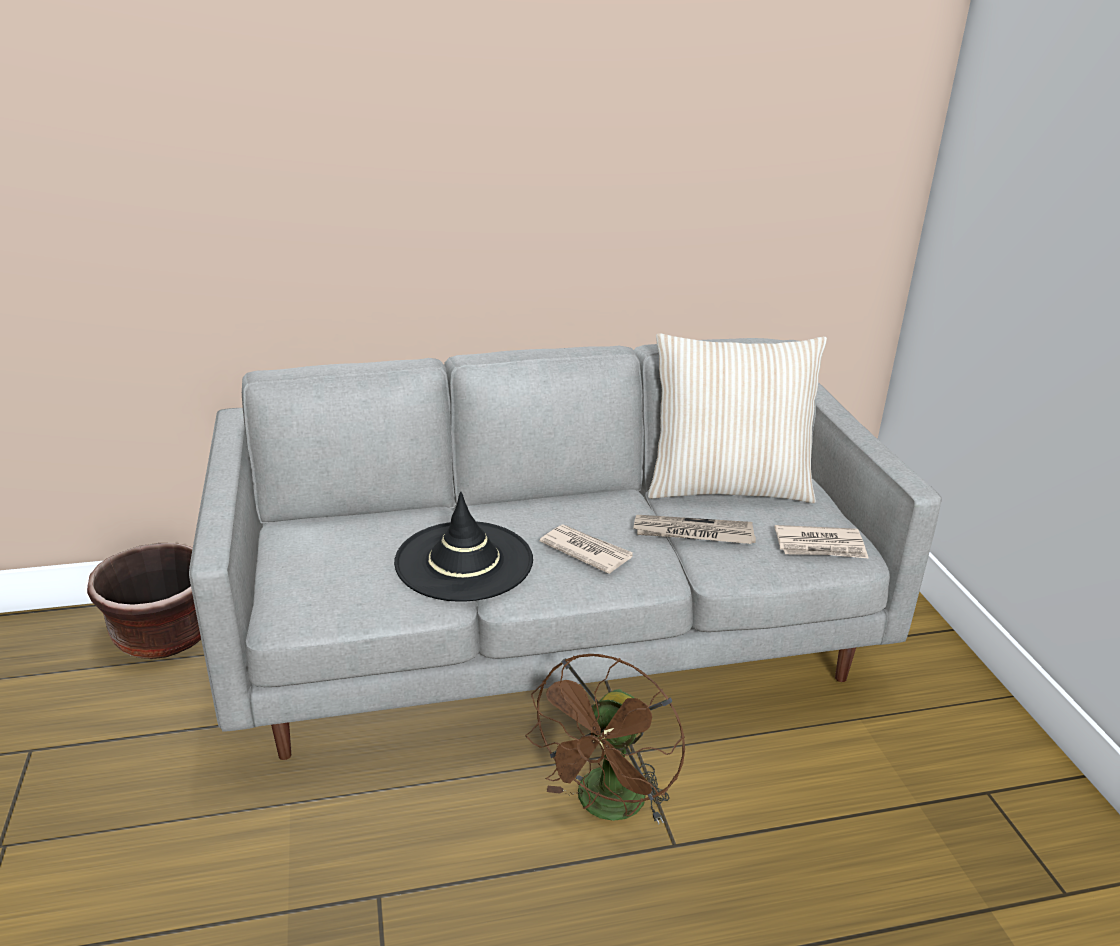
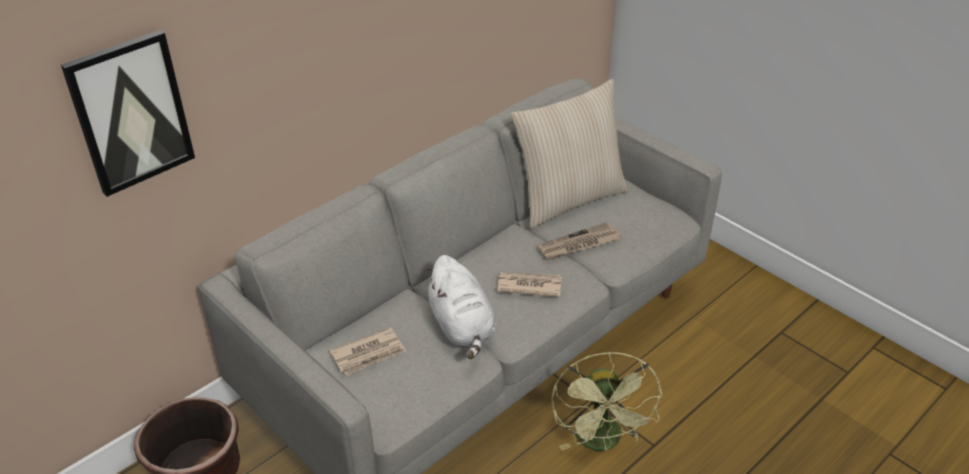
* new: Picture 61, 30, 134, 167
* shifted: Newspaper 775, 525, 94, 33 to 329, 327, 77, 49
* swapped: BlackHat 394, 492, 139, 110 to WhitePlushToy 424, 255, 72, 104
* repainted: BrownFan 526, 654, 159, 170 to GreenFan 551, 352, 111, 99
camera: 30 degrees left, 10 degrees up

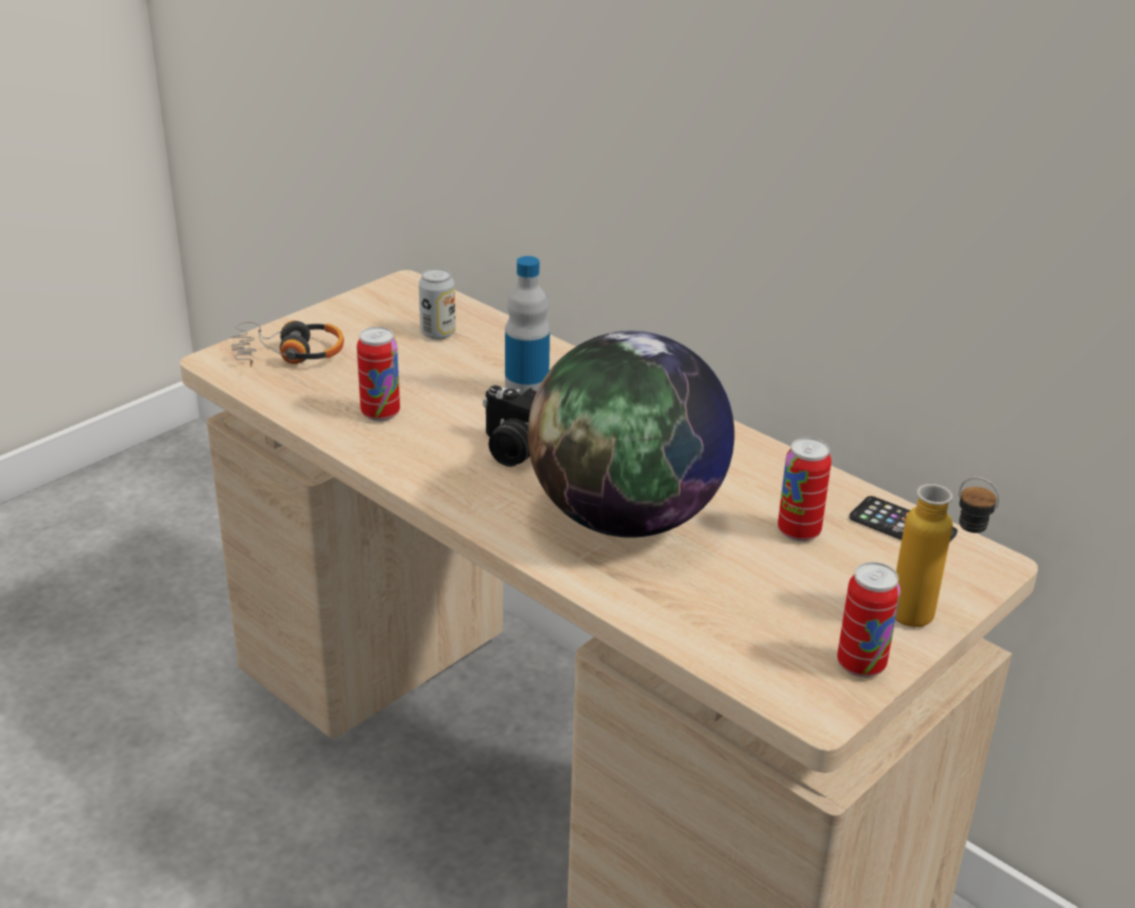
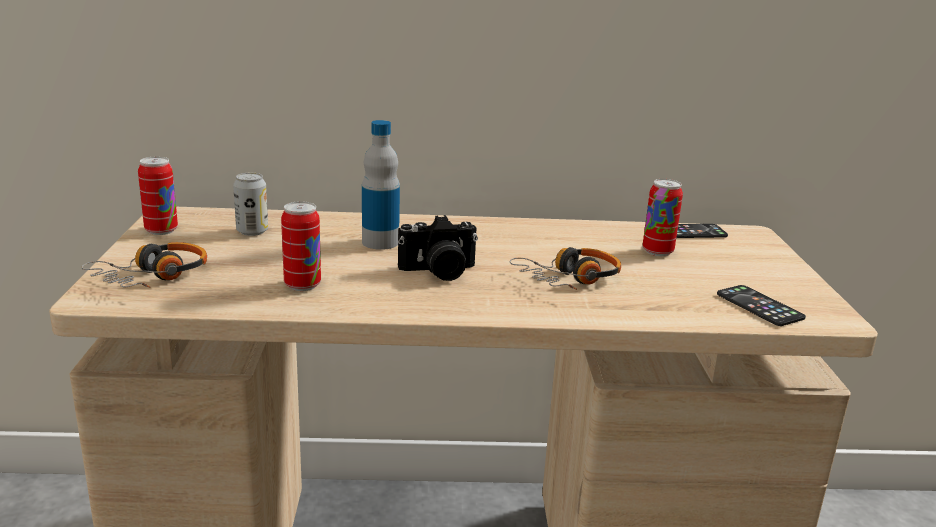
* gone: Bottle 895, 477, 105, 150
* new: Phone 717, 285, 89, 41
* shifted: Can 837, 562, 63, 116 to 138, 157, 40, 78
* swapped: Globe 528, 331, 206, 207 to Headphones 510, 247, 111, 43
camera: 45 degrees left, 10 degrees down

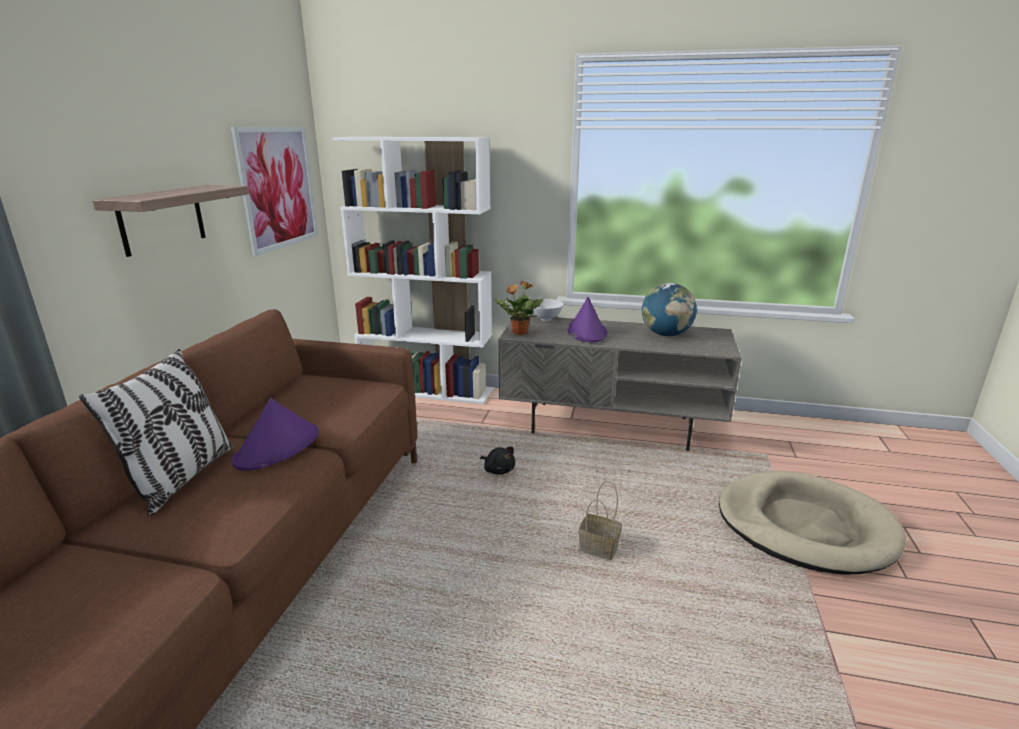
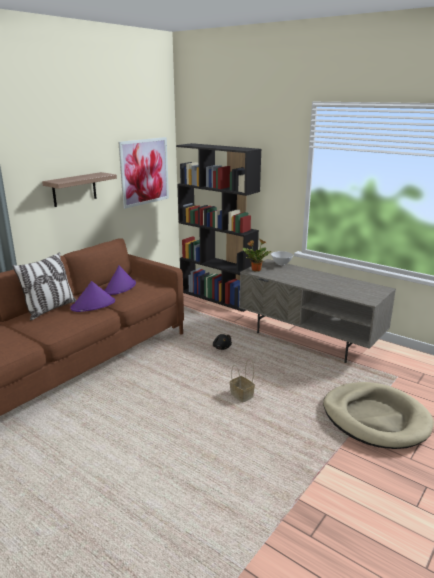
* gone: Globe 642, 283, 55, 53
* shifted: PurpleHat 568, 297, 39, 45 to 104, 265, 32, 30
* repainted: WhiteBookcase 333, 137, 160, 267 to BlackBookcase 176, 143, 86, 169
camera: 25 degrees right, 0 degrees up

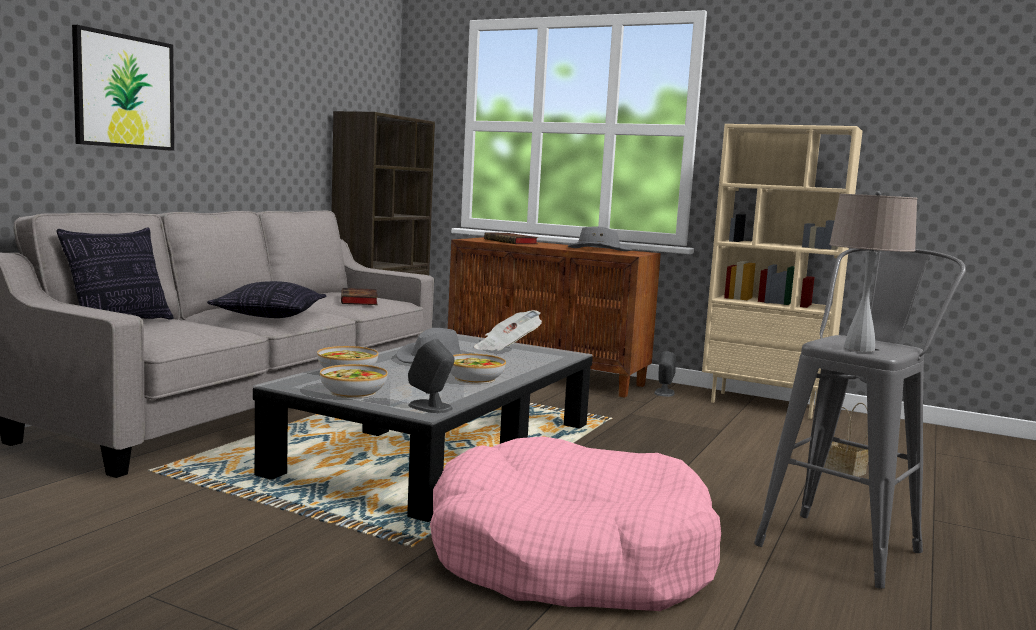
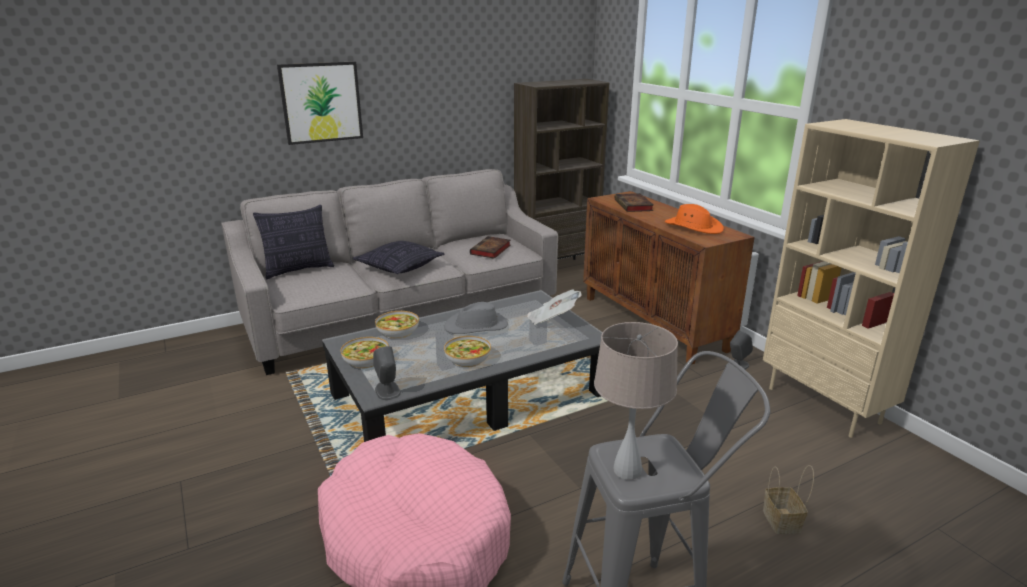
* repainted: GreyHat 568, 226, 64, 25 to OrangeHat 665, 204, 59, 30
camera: 35 degrees right, 15 degrees up

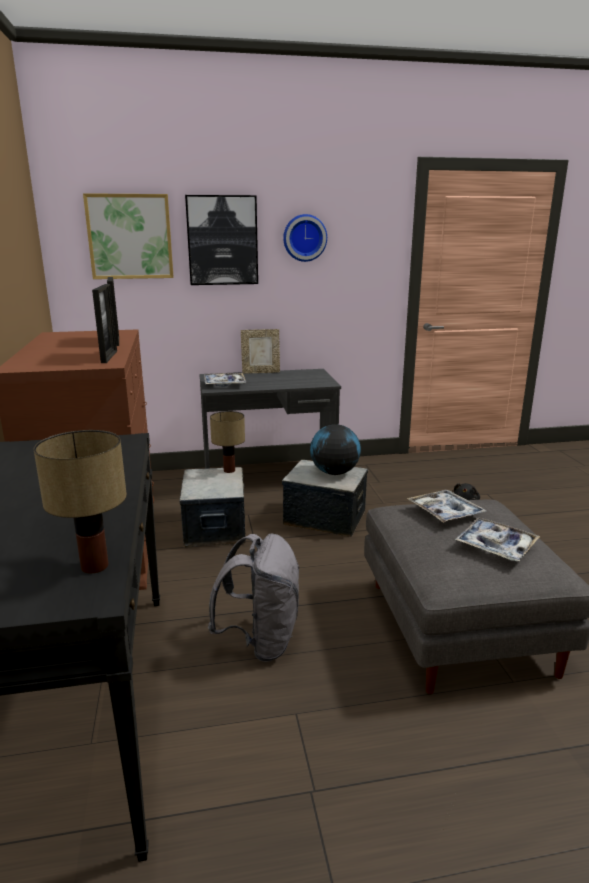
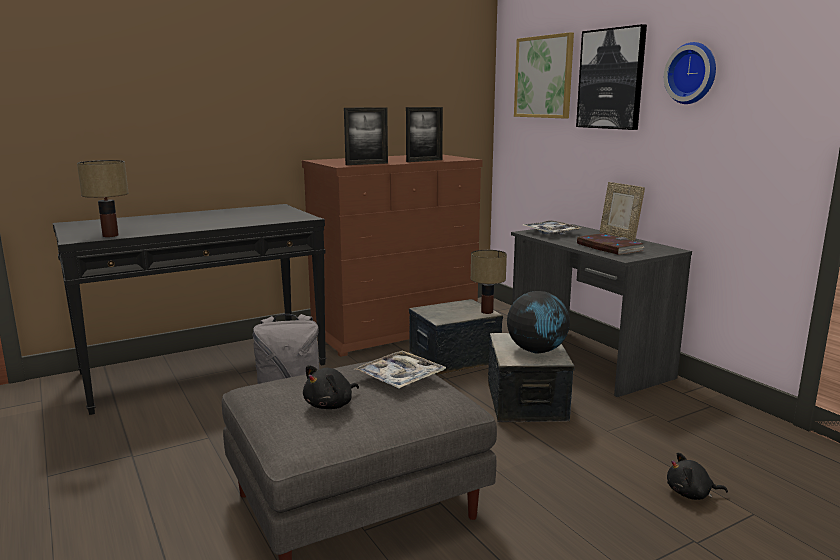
* new: Book 577, 234, 67, 21
* swapped: Tray 455, 518, 85, 43 to BlackPlushToy 303, 365, 56, 44
camera: 70 degrees right, 5 degrees down

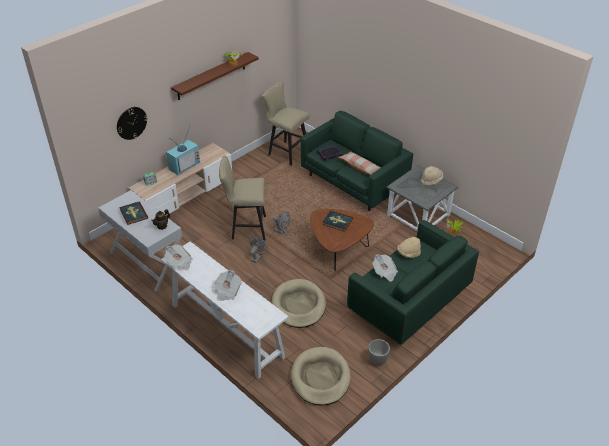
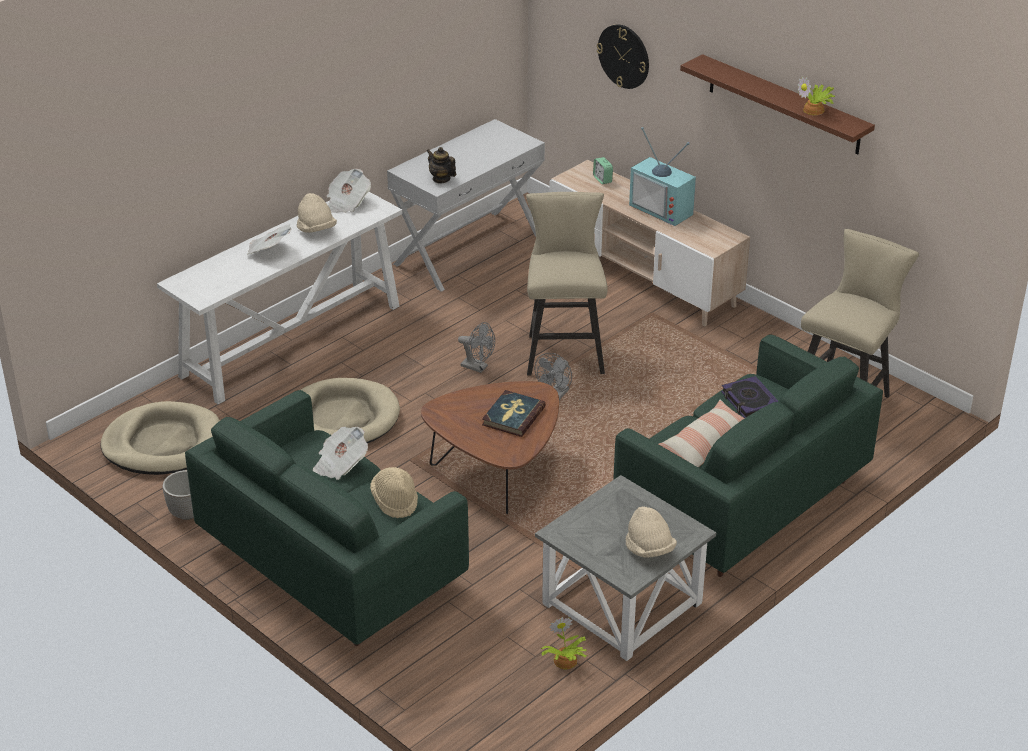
* gone: Book 119, 201, 29, 24
* new: BeigeHat 297, 193, 40, 40
camera: 90 degrees right, 5 degrees down

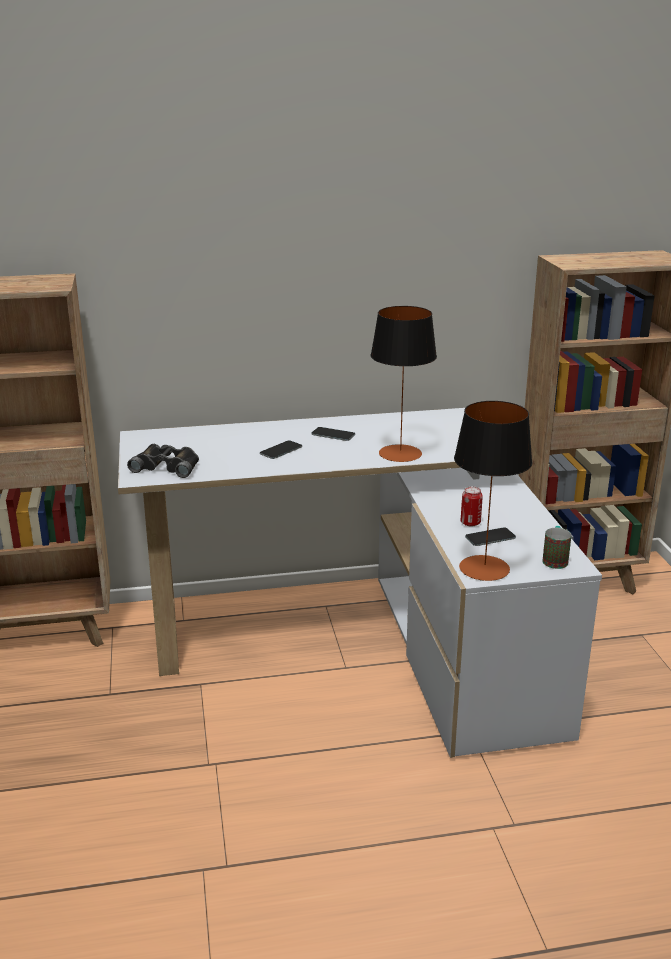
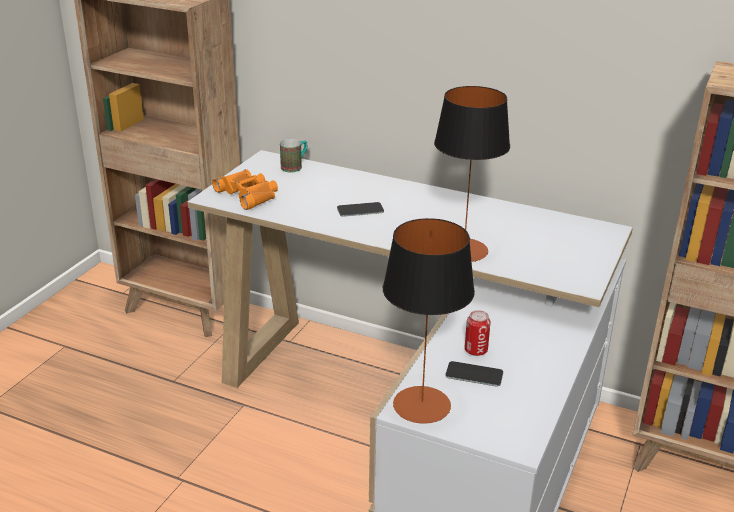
* gone: Phone 311, 427, 44, 14
* shifted: Mug 542, 526, 29, 43 to 280, 139, 28, 33
* repainted: BlackBinoculars 127, 444, 72, 34 to OrangeBinoculars 212, 169, 66, 41
camera: 35 degrees right, 5 degrees up

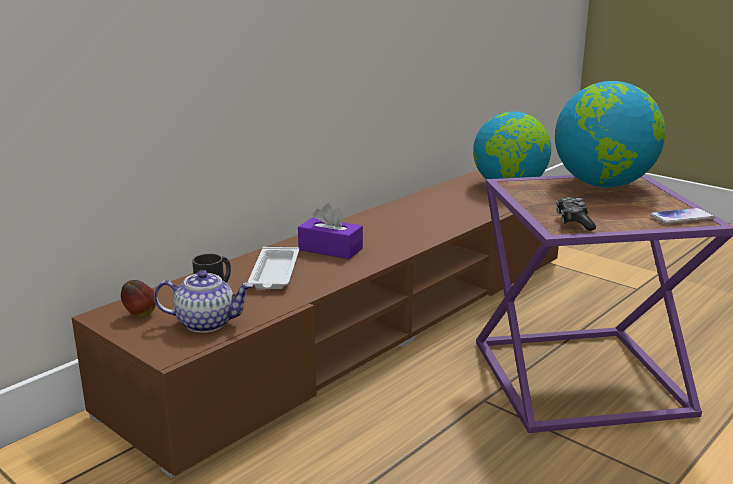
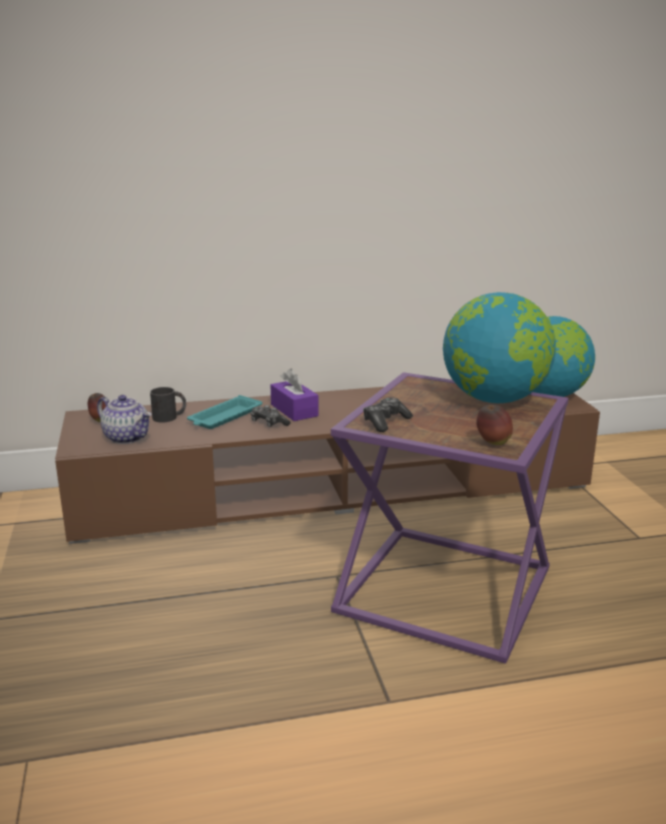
* new: GameController 251, 405, 39, 22
* swapped: Phone 650, 208, 65, 16 to Apple 476, 405, 37, 40
* repainted: WhiteTray 248, 247, 51, 42 to TurquoiseTray 187, 395, 75, 34
camera: 35 degrees right, 0 degrees up

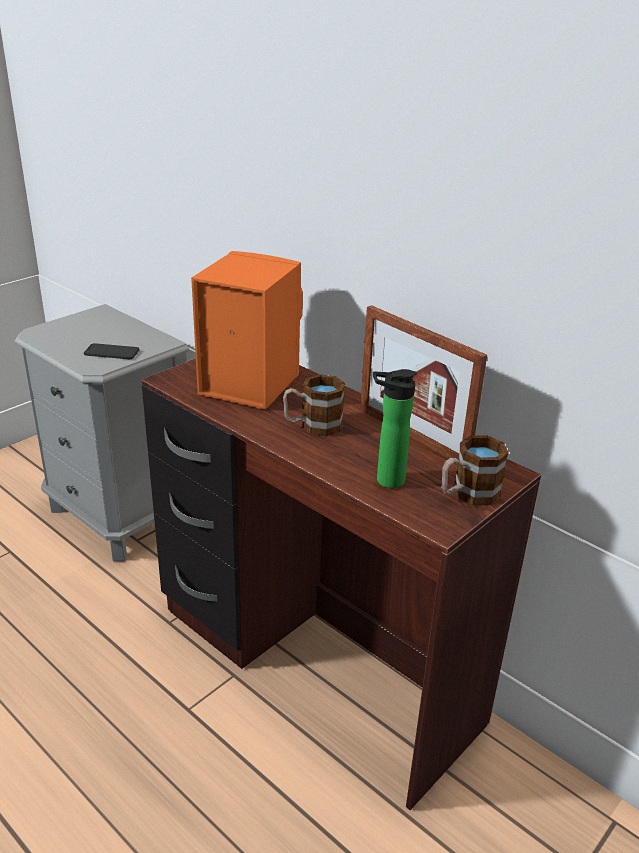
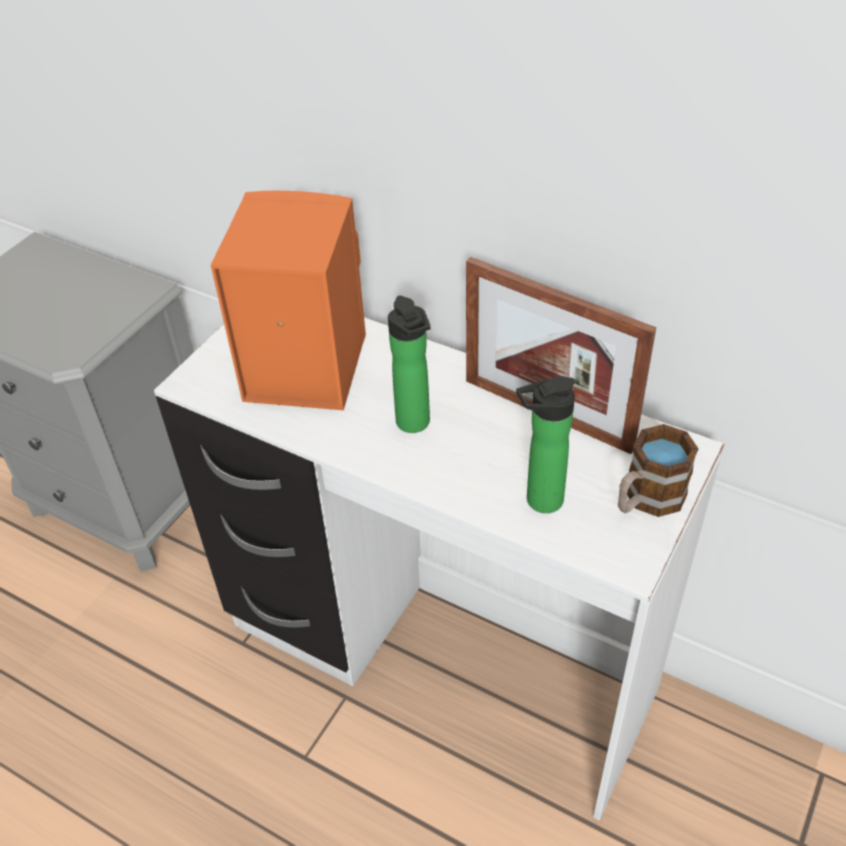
* gone: Phone 84, 343, 55, 16
* swapped: Mug 283, 374, 62, 63 to Bottle 388, 296, 42, 137
* repainted: BrownDesk 141, 358, 400, 452 to WhiteDesk 154, 317, 570, 503
camera: 10 degrees left, 15 degrees up

